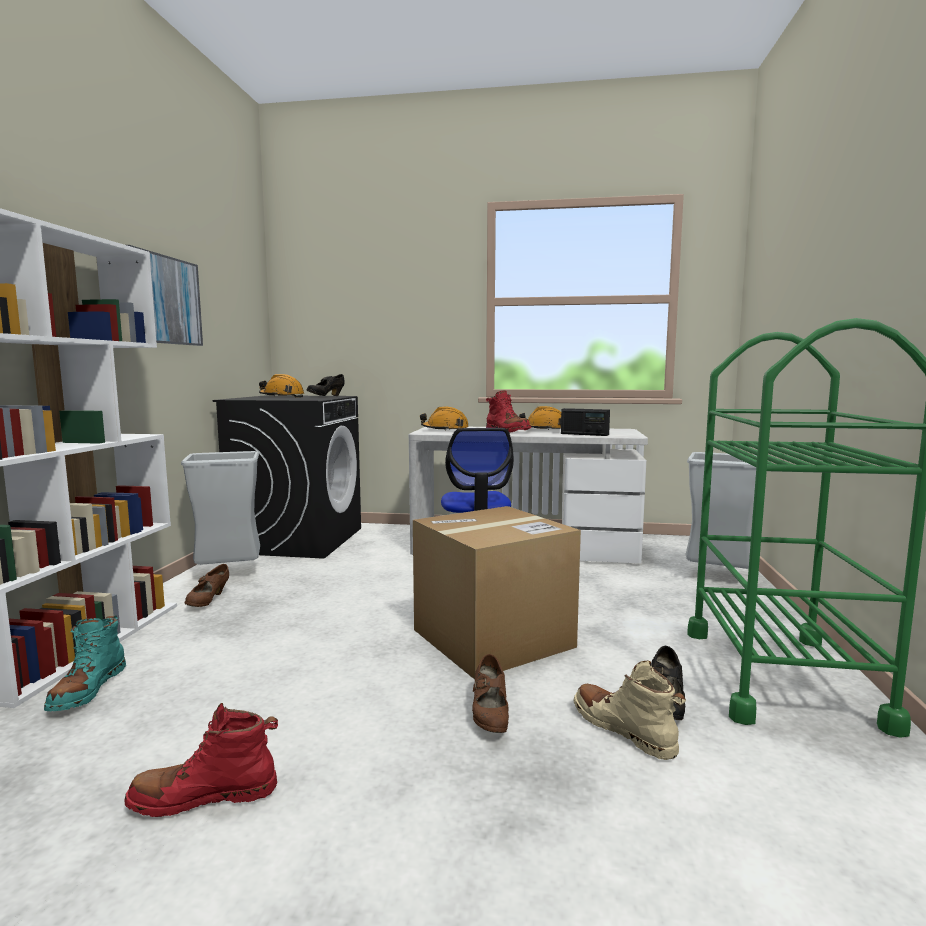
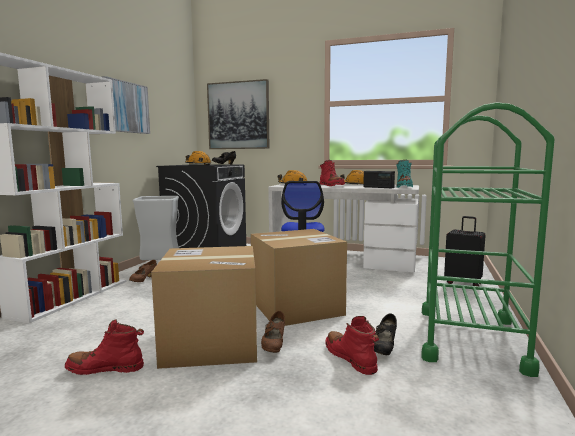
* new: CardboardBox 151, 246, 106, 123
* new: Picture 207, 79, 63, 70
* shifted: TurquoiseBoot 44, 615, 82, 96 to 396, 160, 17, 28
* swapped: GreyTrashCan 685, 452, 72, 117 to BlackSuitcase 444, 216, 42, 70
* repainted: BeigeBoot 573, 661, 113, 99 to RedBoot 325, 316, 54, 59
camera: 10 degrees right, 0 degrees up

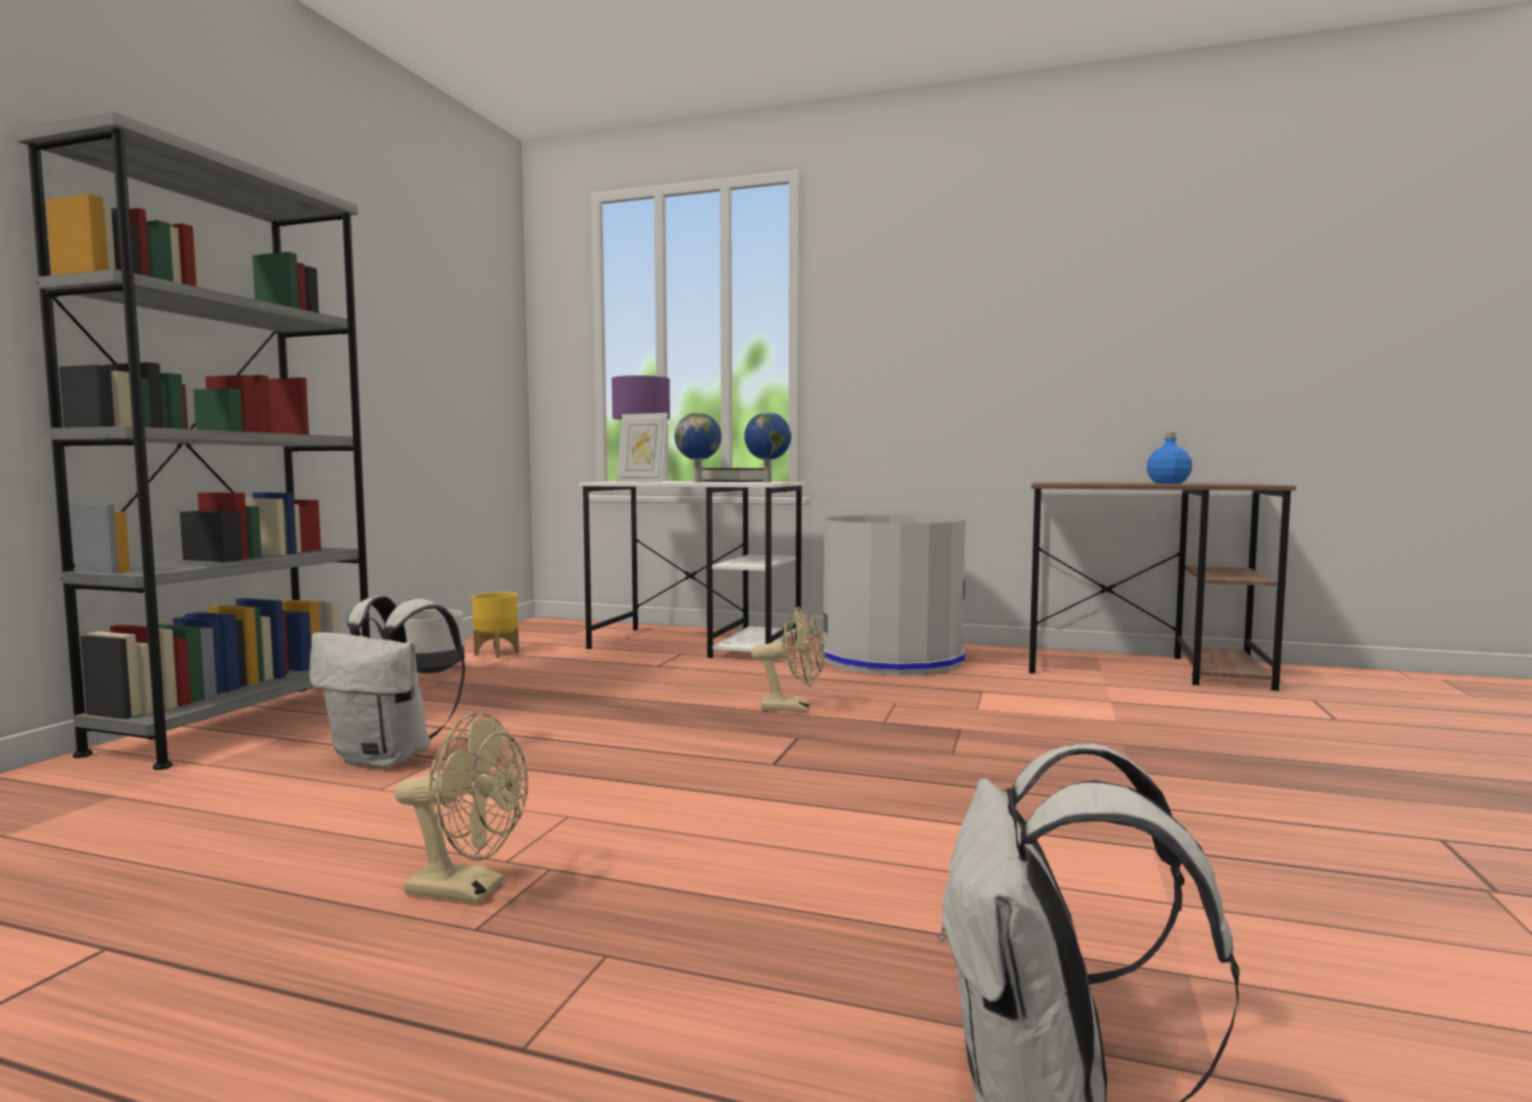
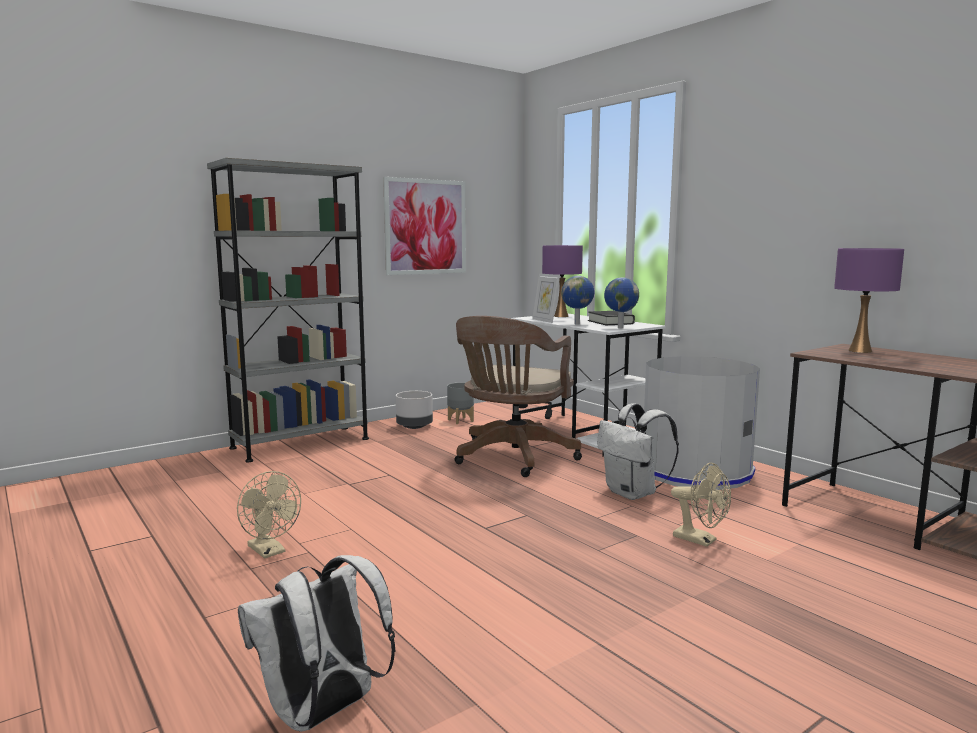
* gone: BlueBottle 1147, 432, 45, 52
* new: Picture 383, 177, 83, 98
* new: BrownOfficeChair 455, 316, 127, 161
* new: PurpleTableLamp 834, 248, 70, 105
* shifted: WhiteBackpack 309, 596, 156, 173 to 597, 403, 82, 97
* shifted: BeigeFan 751, 607, 74, 105 to 671, 463, 60, 84
* repainted: YellowPlanter 472, 592, 47, 66 to GreyPlanter 447, 382, 27, 42
camera: 35 degrees right, 5 degrees up

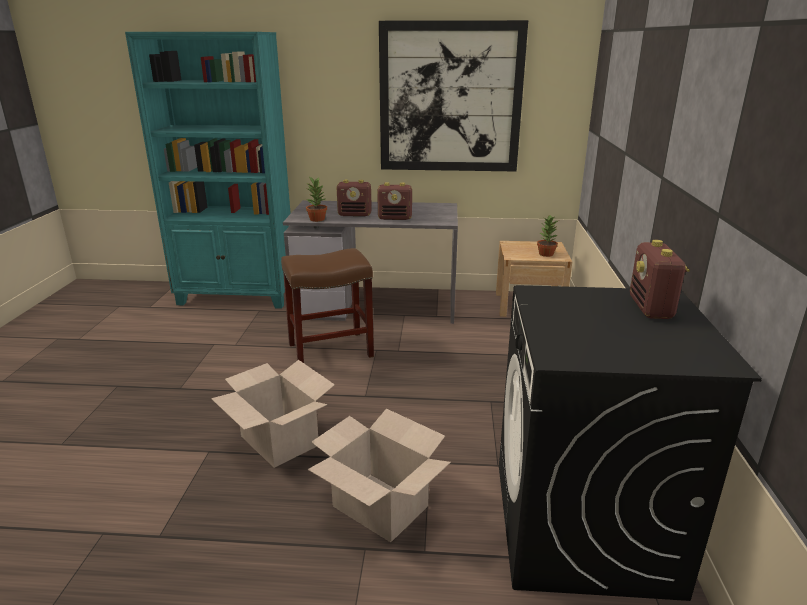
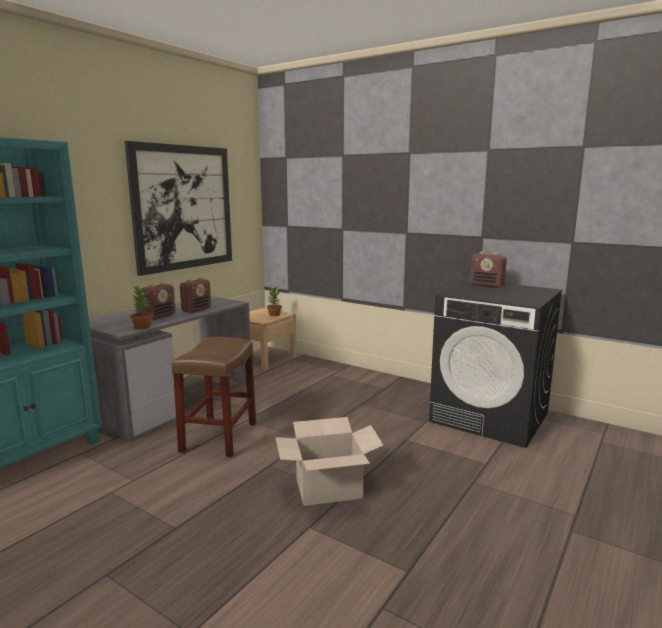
* gone: CardboardBox 308, 409, 143, 133
camera: 60 degrees left, 10 degrees down

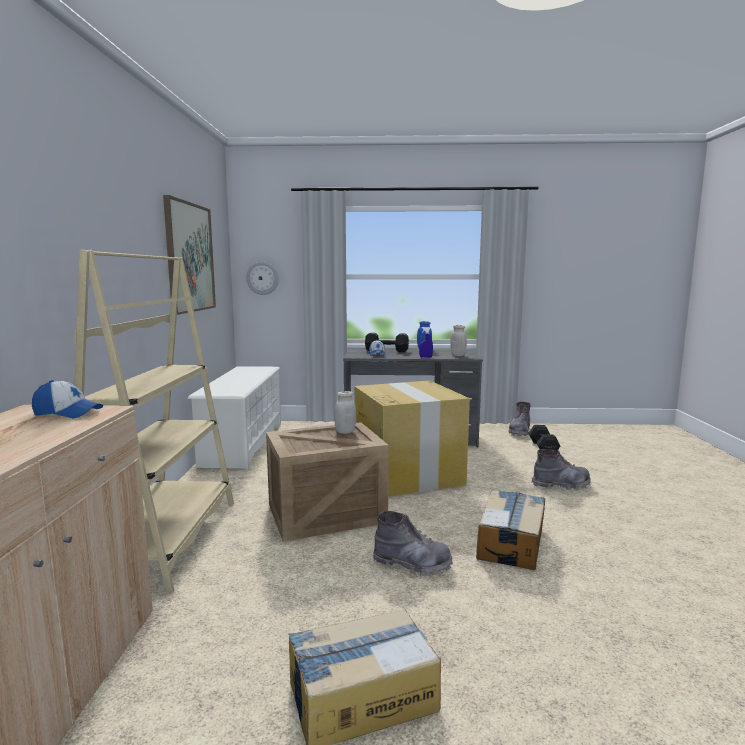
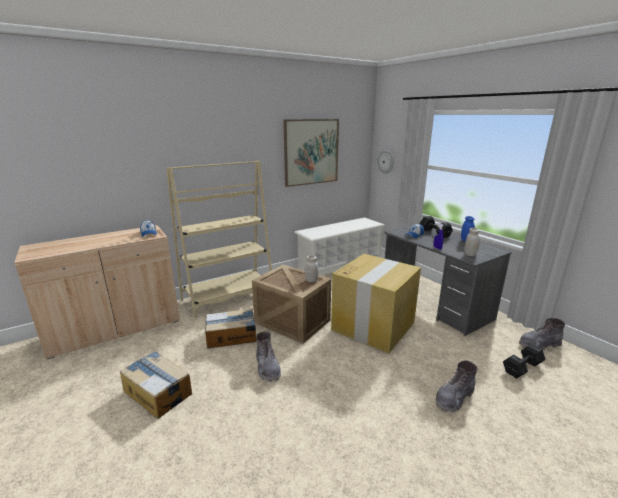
* shifted: CardboardBox 476, 490, 69, 80 to 205, 308, 52, 40
* rotated: GreyBoot 532, 449, 59, 41 = 435, 360, 43, 53 90 degrees clockwise
camera: 55 degrees right, 10 degrees up

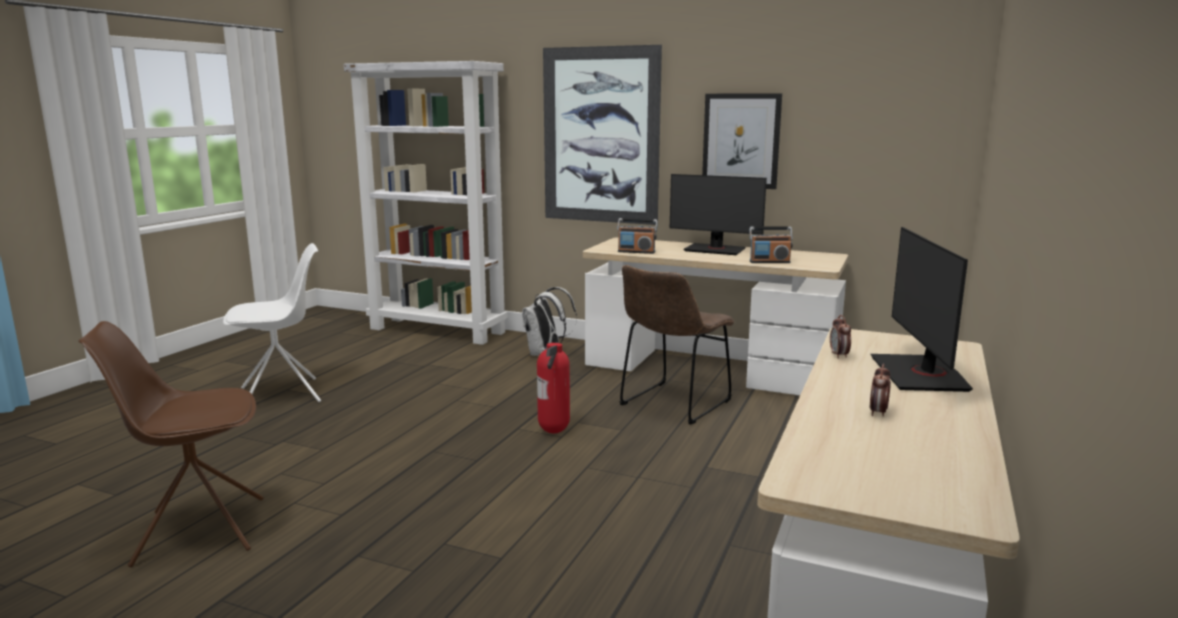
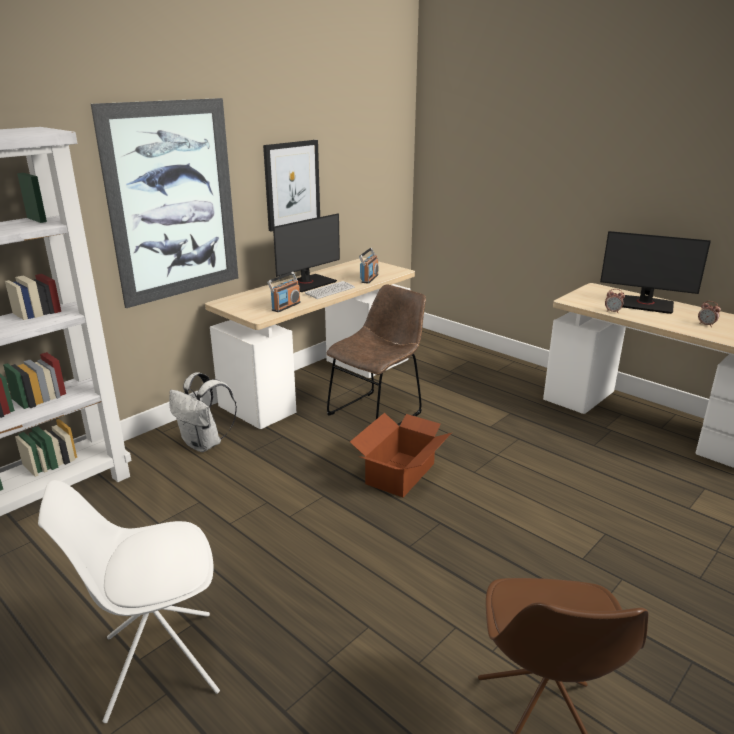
* new: Keyboard 305, 281, 50, 18
* swapped: FireExtinguisher 537, 342, 33, 91 to CardboardBox 350, 413, 102, 84
* rotated: WhiteChair 223, 243, 98, 159 = 38, 480, 182, 243 105 degrees counterclockwise
* rotated: BrownChair 620, 265, 114, 160 = 327, 284, 99, 141 105 degrees counterclockwise
camera: 70 degrees left, 10 degrees up

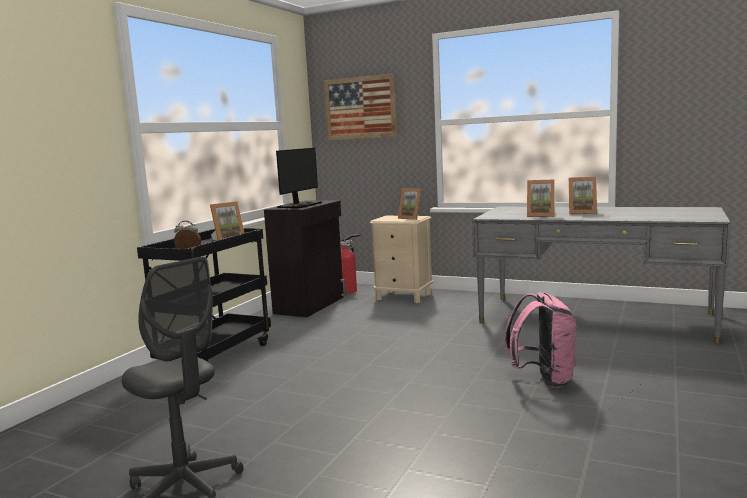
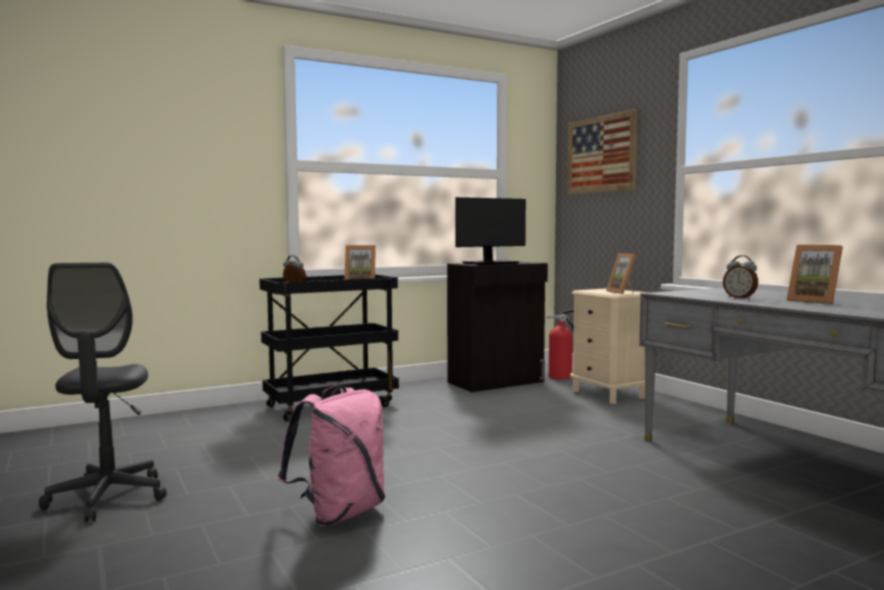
* shifted: PinkBackpack 505, 292, 71, 96 to 278, 385, 107, 141
* swapped: PictureFrame 527, 179, 28, 38 to AlarmClock 723, 255, 35, 44
camera: 35 degrees right, 5 degrees down

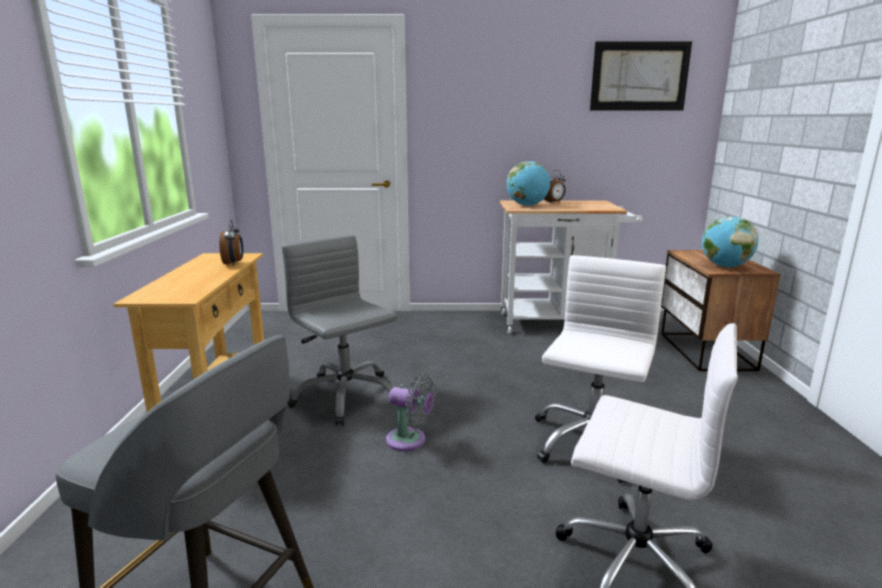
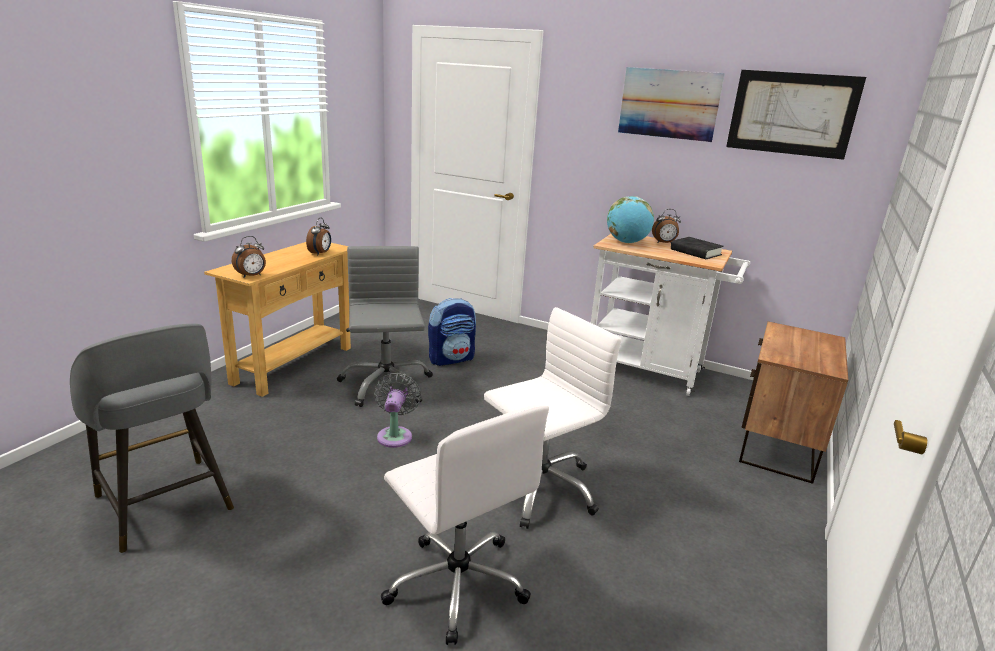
* gone: Globe 702, 216, 57, 51
* new: AlarmClock 232, 236, 34, 42
* new: Backpack 428, 298, 48, 68
* new: Picture 618, 67, 107, 75
* new: BlackBook 671, 237, 53, 22
* rotated: GreyFan 386, 374, 51, 77 = 374, 373, 47, 75 135 degrees counterclockwise
camera: 25 degrees right, 5 degrees up

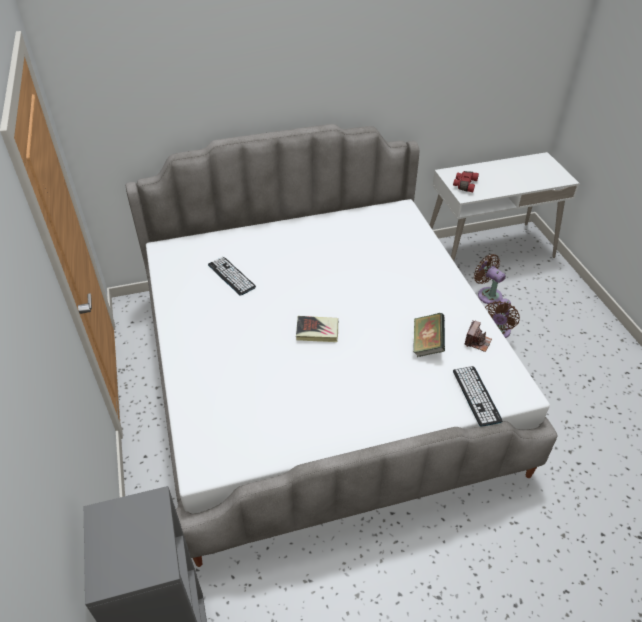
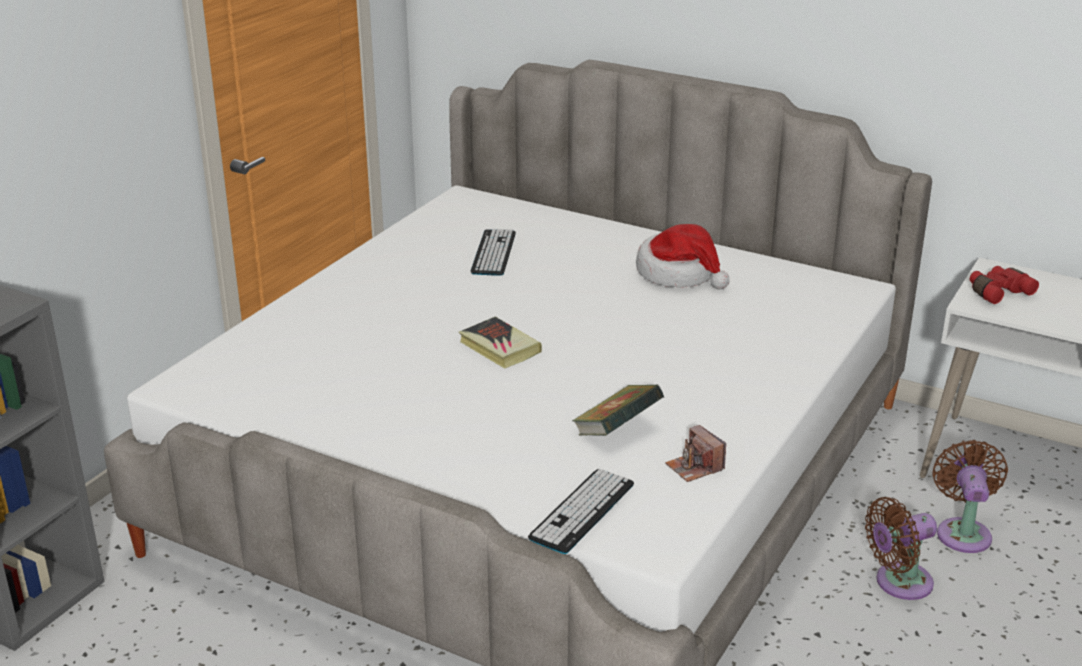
* new: Hat 636, 224, 94, 66
* rotated: PhotoCamera 465, 321, 27, 31 = 665, 425, 61, 57 75 degrees clockwise
camera: 45 degrees right, 15 degrees down

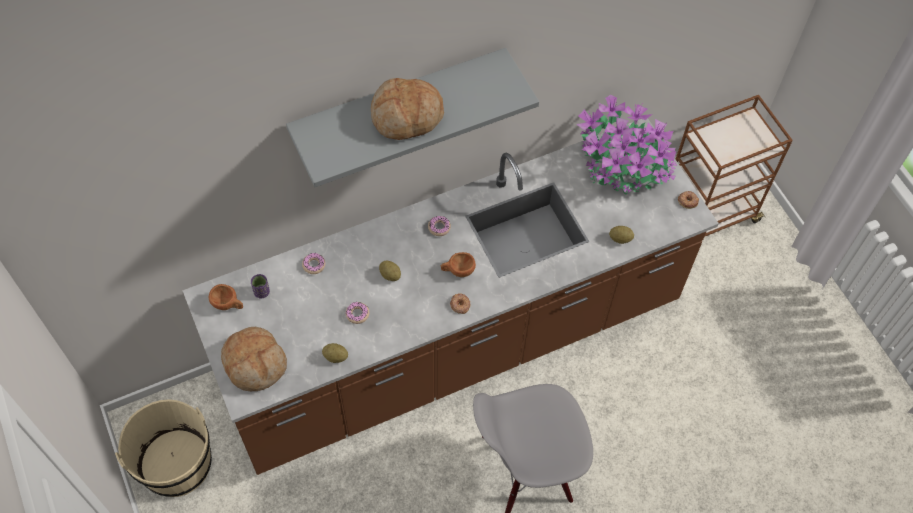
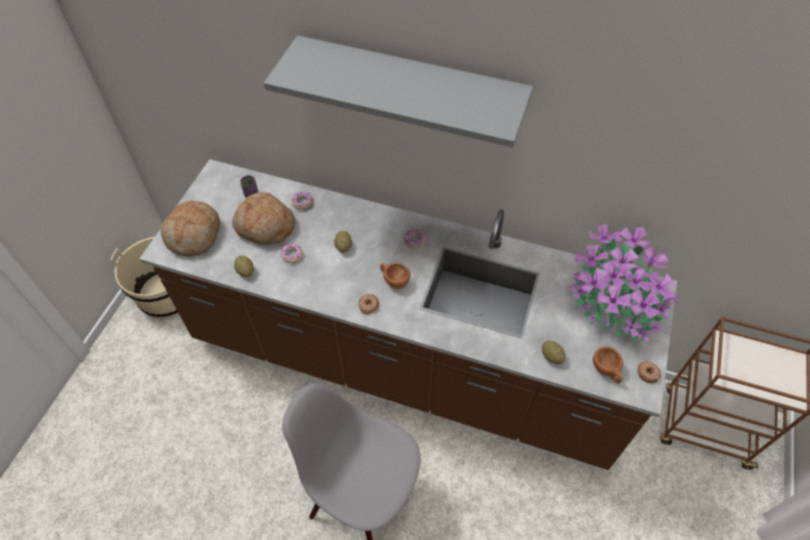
* shifted: BrownCup 209, 284, 34, 26 to 593, 346, 30, 38
* shifted: Bread 371, 78, 73, 62 to 233, 192, 62, 53
camera: 45 degrees right, 5 degrees down

